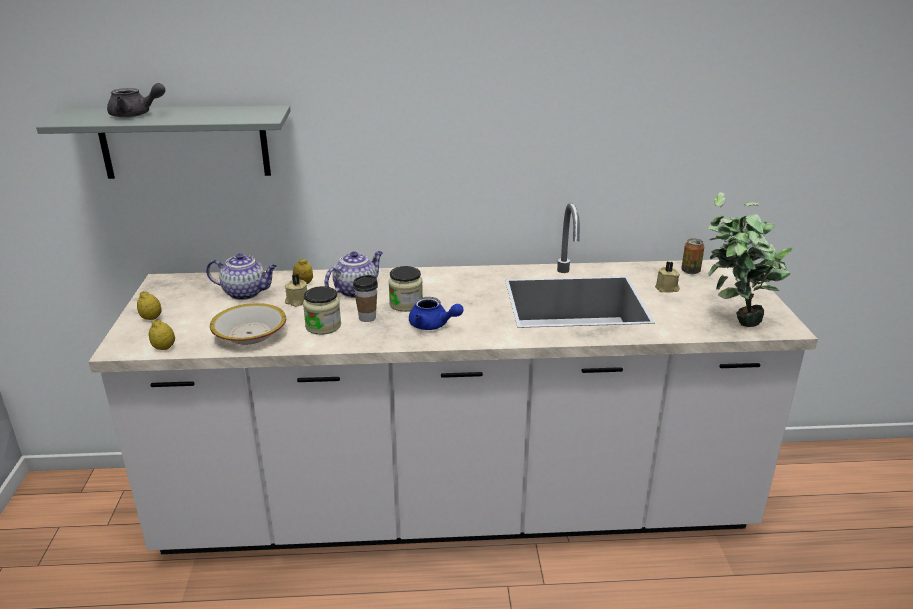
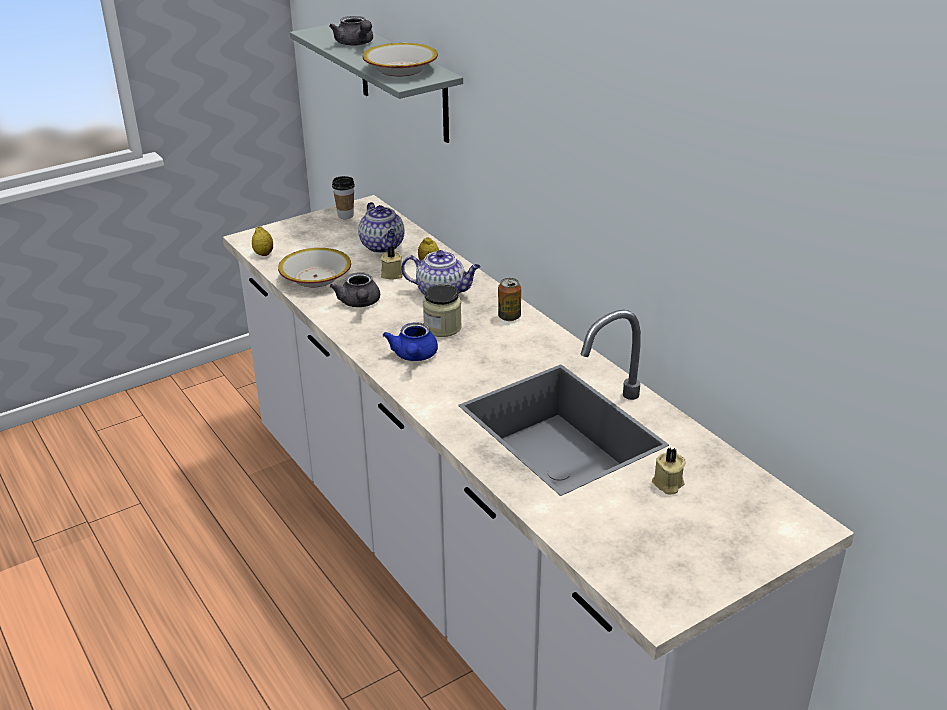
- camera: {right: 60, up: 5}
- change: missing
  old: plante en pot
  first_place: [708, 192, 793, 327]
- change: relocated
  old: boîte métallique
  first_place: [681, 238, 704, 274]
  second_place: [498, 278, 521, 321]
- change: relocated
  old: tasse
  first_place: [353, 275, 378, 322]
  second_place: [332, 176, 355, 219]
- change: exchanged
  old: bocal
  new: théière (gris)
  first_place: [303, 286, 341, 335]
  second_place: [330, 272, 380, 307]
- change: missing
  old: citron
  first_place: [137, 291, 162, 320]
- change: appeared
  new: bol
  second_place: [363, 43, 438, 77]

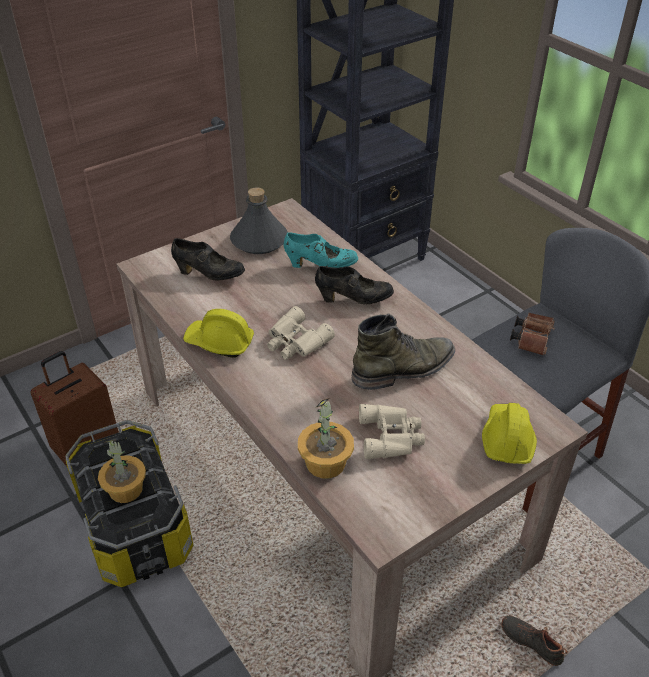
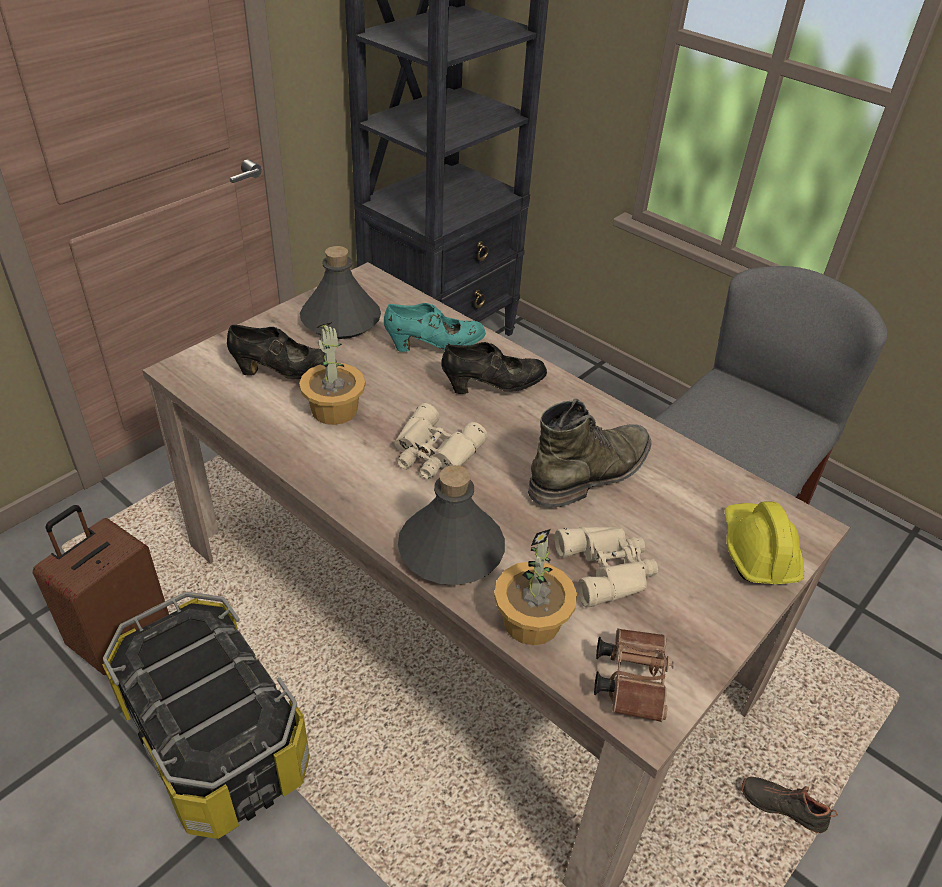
- camera: {right: -15, up: 0}
- change: missing
  old: casque de chantier (jaune)
  first_place: [183, 309, 254, 358]
- change: relocated
  old: jumelles (marron)
  first_place: [510, 313, 555, 355]
  second_place: [594, 628, 674, 722]
- change: relocated
  old: plante en pot
  first_place: [98, 439, 146, 503]
  second_place: [299, 322, 366, 425]
- change: appeared
  new: bouteille (gris)
  second_place: [398, 465, 505, 585]

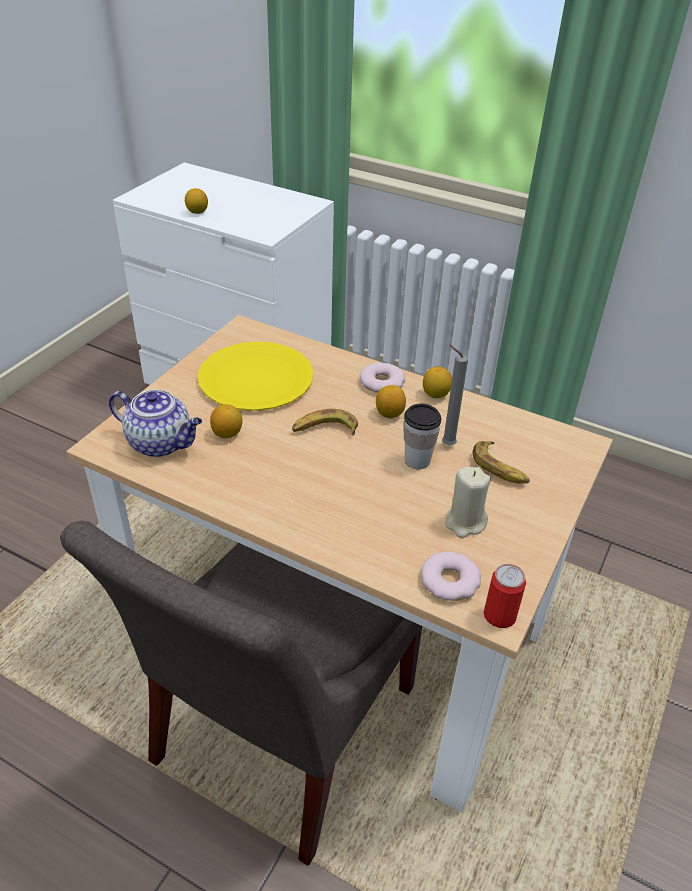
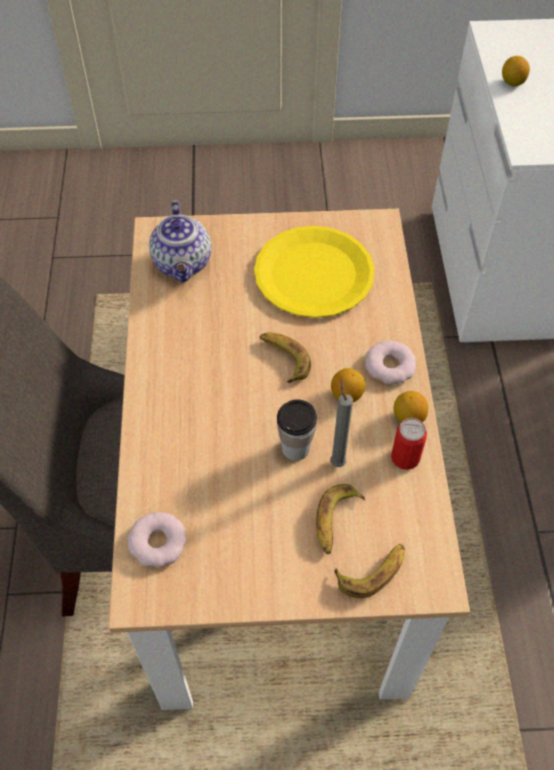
- camera: {right: 60, up: 15}
- change: missing
  old: citron
  first_place: [210, 404, 242, 438]
- change: missing
  old: bougie (beige)
  first_place: [445, 467, 491, 538]
- change: relocated
  old: boîte métallique
  first_place: [484, 564, 526, 628]
  second_place: [391, 418, 427, 470]
- change: appeared
  new: banane
  second_place: [335, 544, 405, 598]

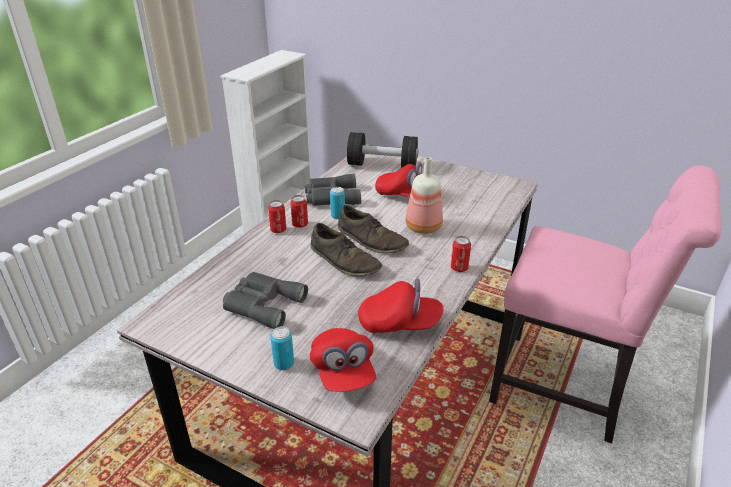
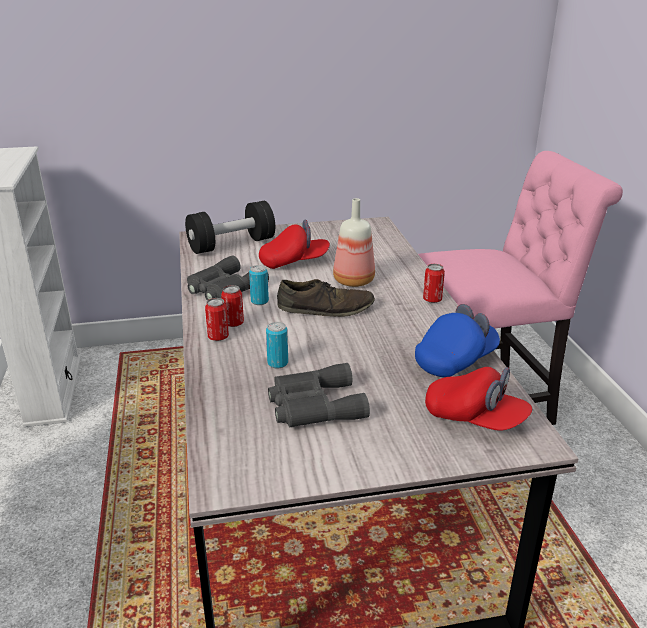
- camera: {right: -40, up: -5}
- change: missing
  old: chaussure (marron)
  first_place: [311, 223, 382, 276]
- change: colour
  old: casquette (rouge)
  new: casquette (bleu)
  first_place: [358, 278, 443, 333]
  second_place: [415, 304, 500, 378]
- change: relocated
  old: boîte métallique
  first_place: [270, 327, 294, 370]
  second_place: [266, 322, 288, 369]

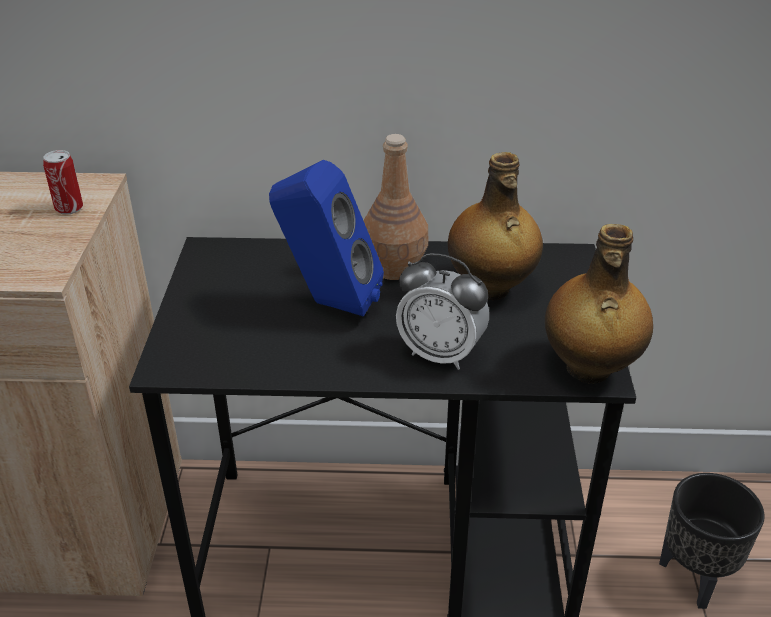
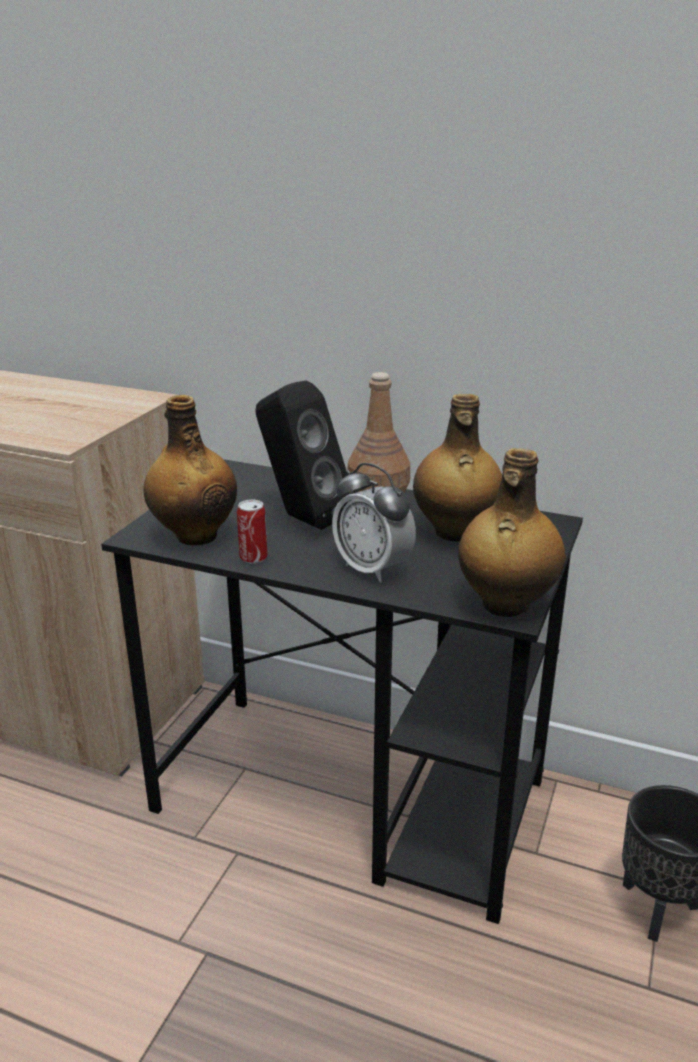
- camera: {right: 20, up: -10}
- change: relocated
  old: boîte métallique
  first_place: [43, 150, 83, 215]
  second_place: [237, 500, 268, 564]
- change: colour
  old: enceinte (bleu)
  new: enceinte (noir)
  first_place: [269, 160, 384, 317]
  second_place: [255, 380, 353, 530]
- change: appeared
  new: bouteille
  second_place: [143, 395, 237, 545]

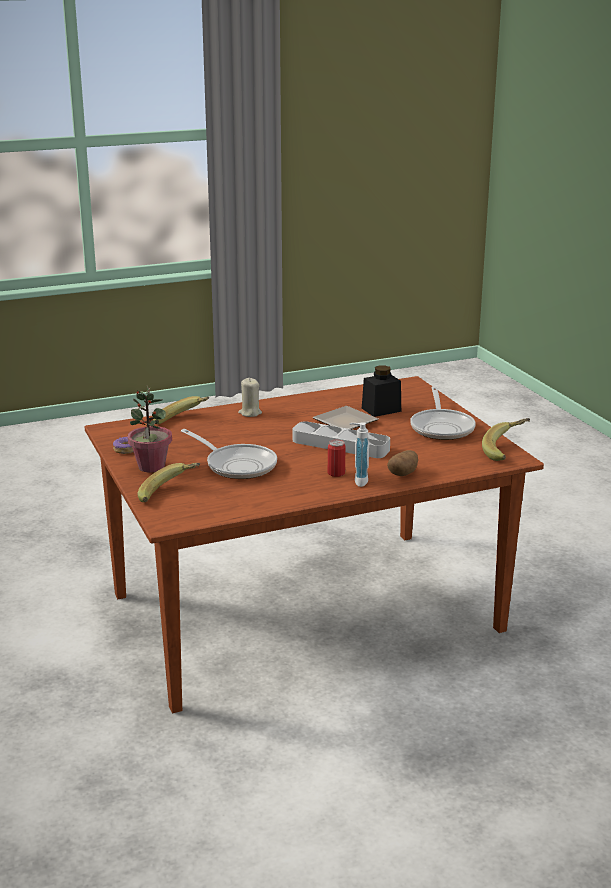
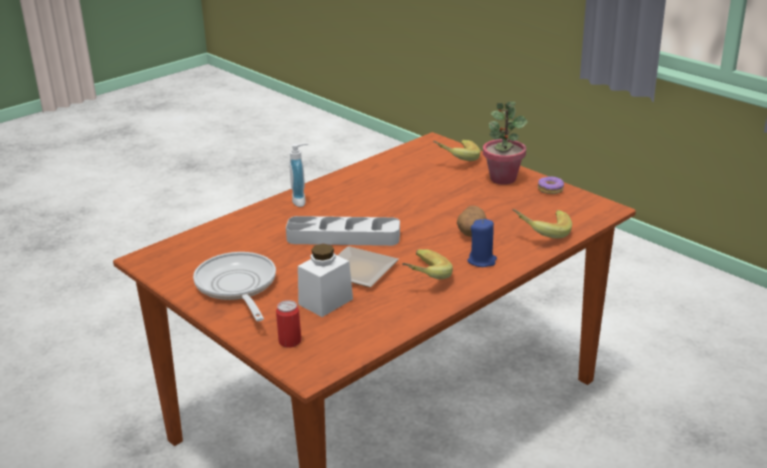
- camera: {right: 160, up: 5}
- change: colour
  old: bocal (noir)
  new: bocal (blanc)
  first_place: [362, 365, 401, 417]
  second_place: [298, 244, 353, 317]
- change: colour
  old: bougie (beige)
  new: bougie (bleu)
  first_place: [238, 378, 262, 417]
  second_place: [467, 219, 497, 267]
- change: relocated
  old: banane
  first_place: [482, 418, 530, 461]
  second_place: [402, 249, 453, 279]
- change: missing
  old: poêle
  first_place: [181, 429, 277, 479]
- change: relocated
  old: boîte métallique
  first_place: [328, 439, 346, 477]
  second_place: [276, 300, 301, 348]
- change: relocated
  old: pomme de terre
  first_place: [387, 450, 418, 476]
  second_place: [457, 206, 487, 237]

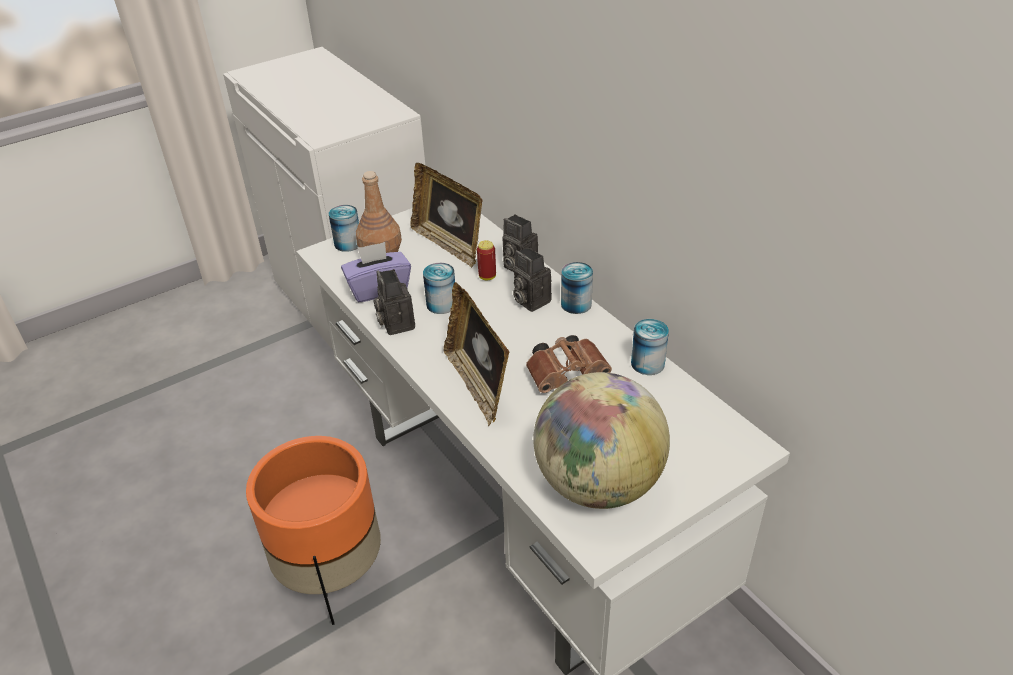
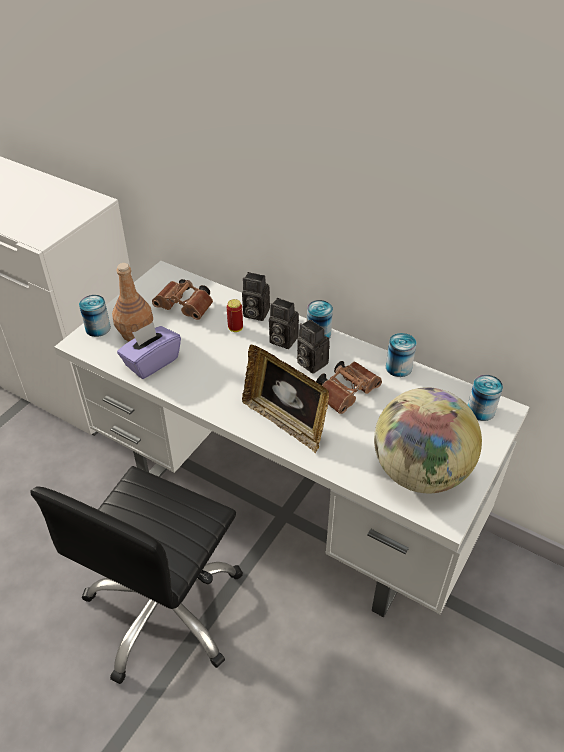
- camera: {right: -25, up: 5}
- change: exchanged
  old: cadre photo
  new: jumelles (marron)
  first_place: [411, 163, 482, 268]
  second_place: [152, 279, 213, 320]
- change: relocated
  old: boîte métallique
  first_place: [423, 263, 455, 314]
  second_place: [468, 375, 503, 421]
- change: relocated
  old: appareil photo
  first_place: [374, 269, 415, 335]
  second_place: [297, 319, 330, 374]
- change: exchanged
  old: cache-pot (orange)
  new: chaise de bureau (noir)
  first_place: [246, 436, 381, 625]
  second_place: [30, 466, 243, 684]

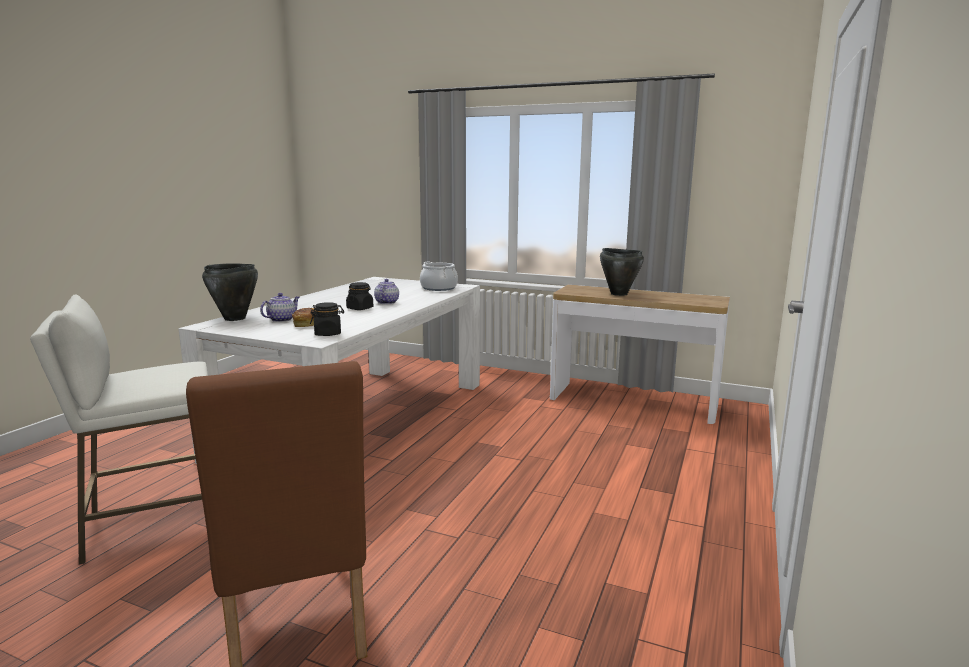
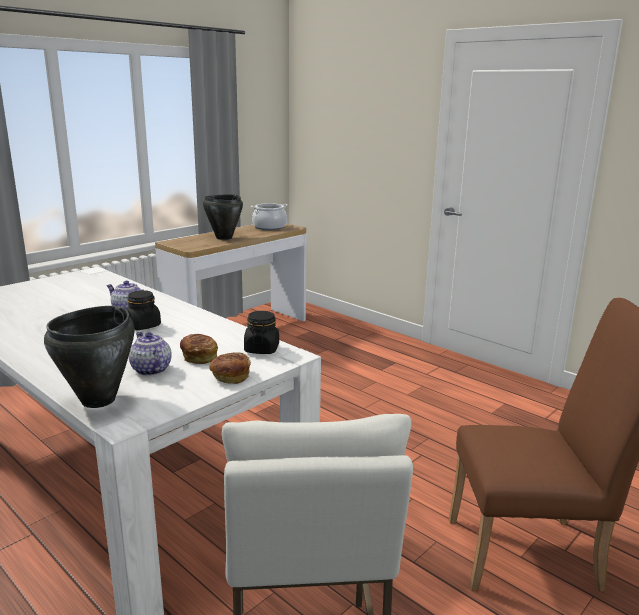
- camera: {right: -70, up: 5}
- change: relocated
  old: marmite
  first_place: [420, 262, 458, 291]
  second_place: [251, 203, 288, 230]
- change: appeared
  new: pain
  second_place: [209, 352, 251, 384]

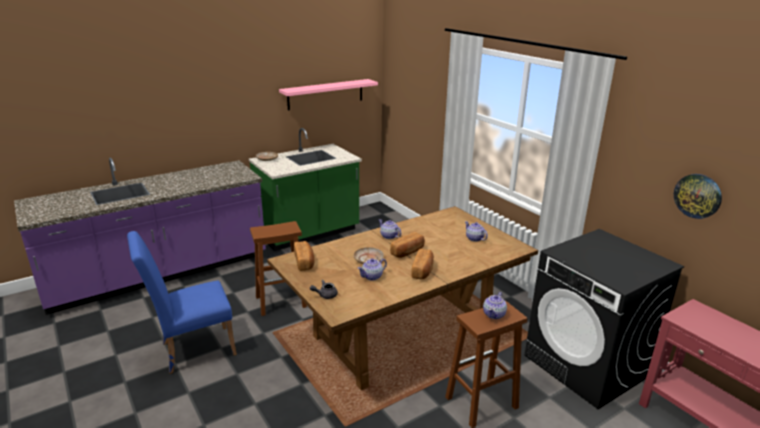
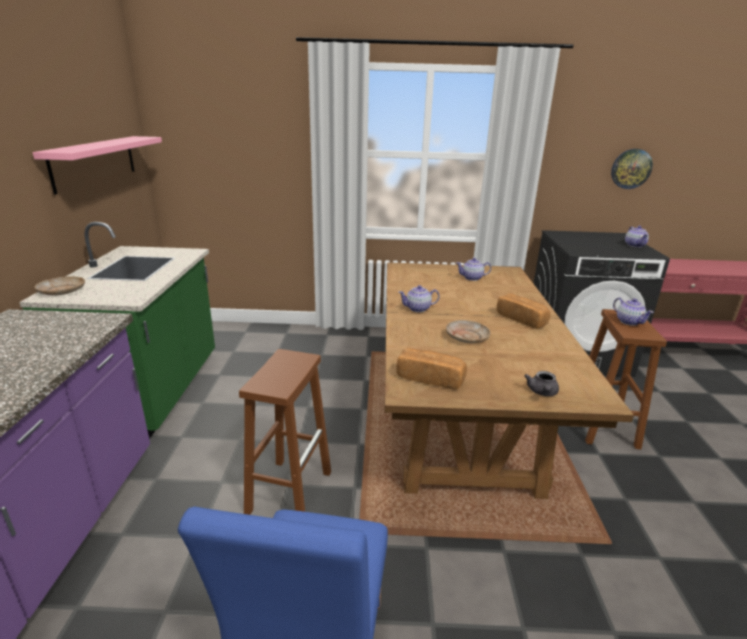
- camera: {right: -55, up: 0}
- change: missing
  old: pain
  first_place: [390, 232, 425, 258]
- change: relocated
  old: théière
  first_place: [357, 258, 387, 281]
  second_place: [625, 226, 649, 248]

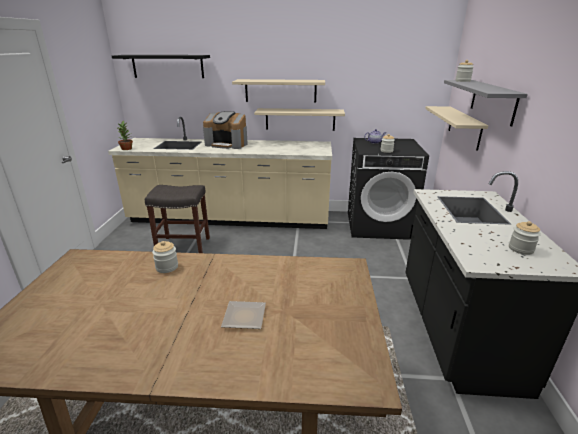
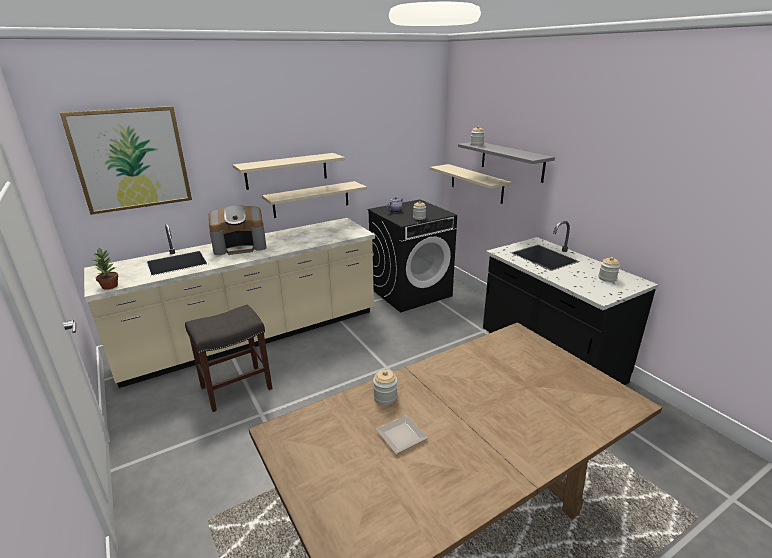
- camera: {right: -35, up: 0}
- change: exchanged
  old: étagère (noir)
  new: tableau
  first_place: [112, 55, 210, 78]
  second_place: [60, 106, 192, 215]
- change: relocated
  old: assiette
  first_place: [221, 301, 266, 329]
  second_place: [376, 415, 428, 454]

